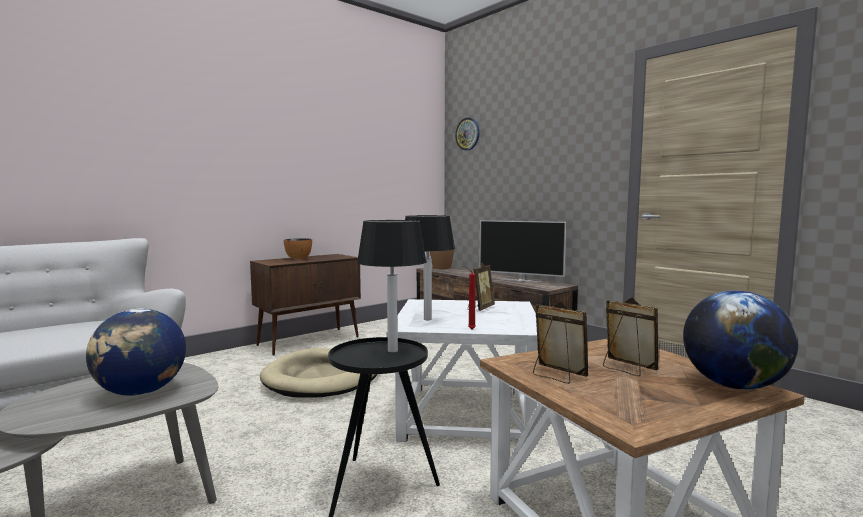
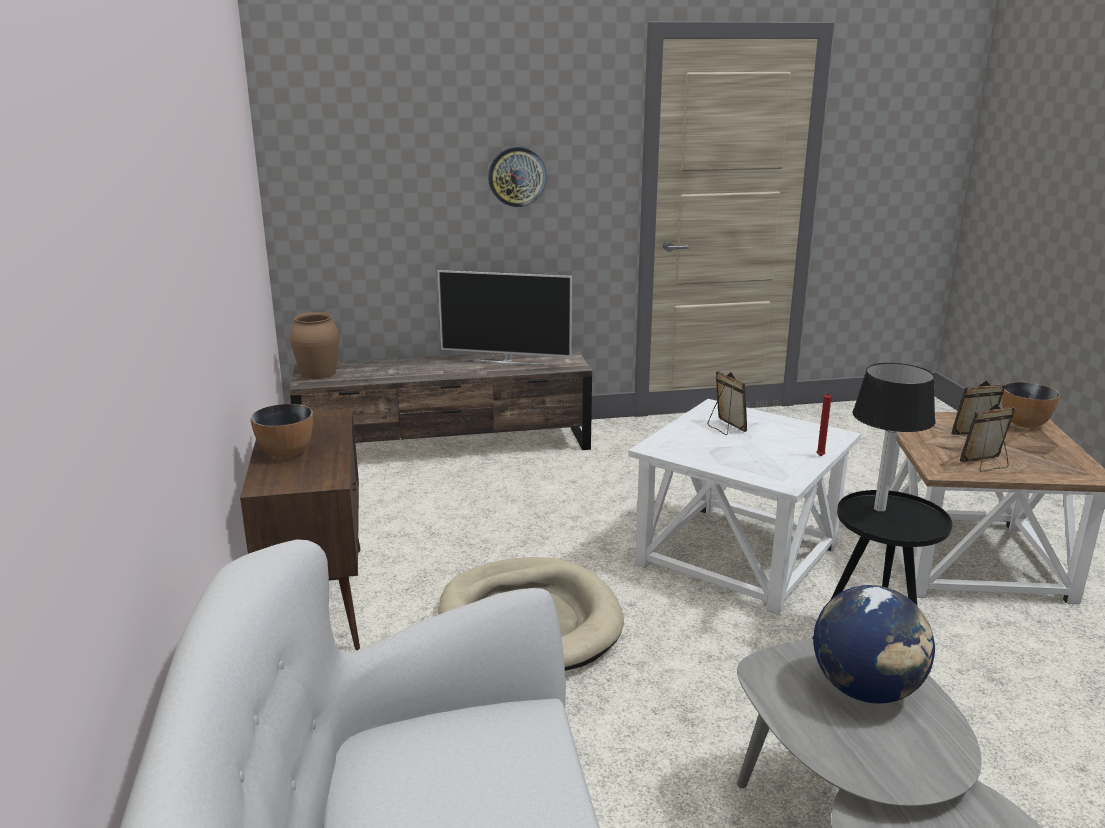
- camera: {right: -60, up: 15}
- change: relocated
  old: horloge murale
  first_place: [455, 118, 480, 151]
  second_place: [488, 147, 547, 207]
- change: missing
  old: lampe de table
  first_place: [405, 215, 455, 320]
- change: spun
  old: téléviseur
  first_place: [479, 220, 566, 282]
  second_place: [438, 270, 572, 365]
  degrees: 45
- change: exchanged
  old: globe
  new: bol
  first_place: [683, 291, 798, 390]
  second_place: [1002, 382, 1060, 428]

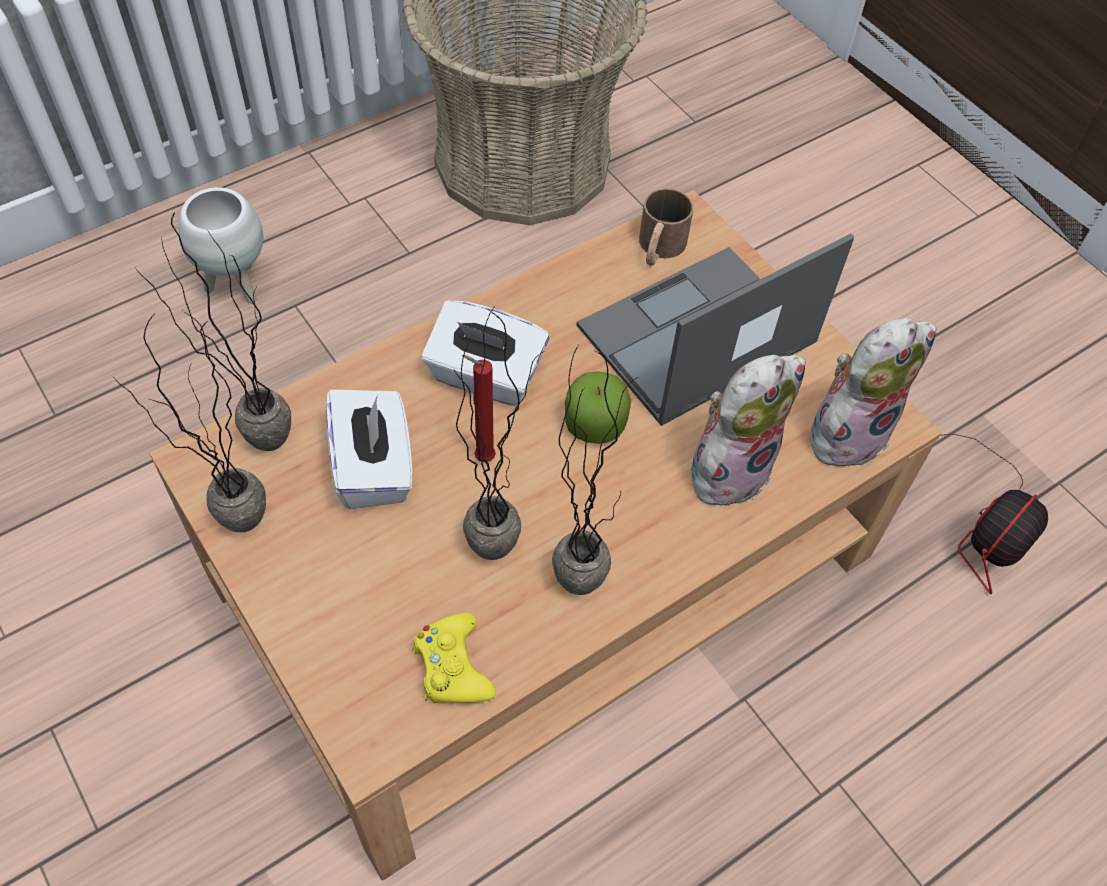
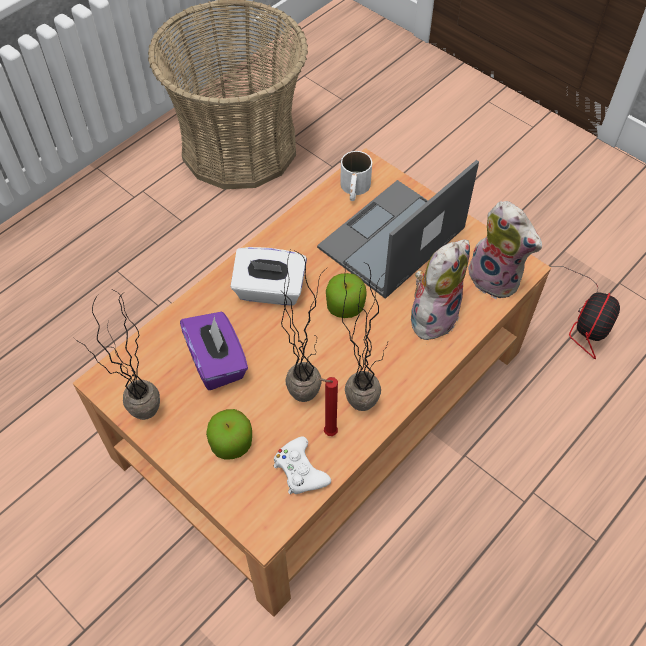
- camera: {right: -10, up: 0}
- change: missing
  old: cache-pot (blanc)
  first_place: [178, 187, 263, 303]
- change: colour
  old: mug (marron)
  new: mug (blanc)
  first_place: [639, 188, 693, 266]
  second_place: [340, 151, 372, 201]
- change: missing
  old: plante en pot
  first_place: [136, 212, 291, 451]
- change: spun
  old: peluche
  first_place: [810, 318, 937, 473]
  second_place: [468, 201, 542, 299]
  degrees: 90
- change: relocated
  old: bougie (rouge)
  first_place: [462, 355, 496, 462]
  second_place: [319, 377, 338, 436]
- change: colour
  old: boîte à mouchoirs (blanc)
  new: boîte à mouchoirs (violet)
  first_place: [326, 390, 412, 509]
  second_place: [180, 312, 248, 390]
- change: colour
  old: manette (jaune)
  new: manette (blanc)
  first_place: [413, 613, 496, 703]
  second_place: [273, 436, 331, 494]
- change: appeared
  new: pomme
  second_place: [206, 409, 252, 460]

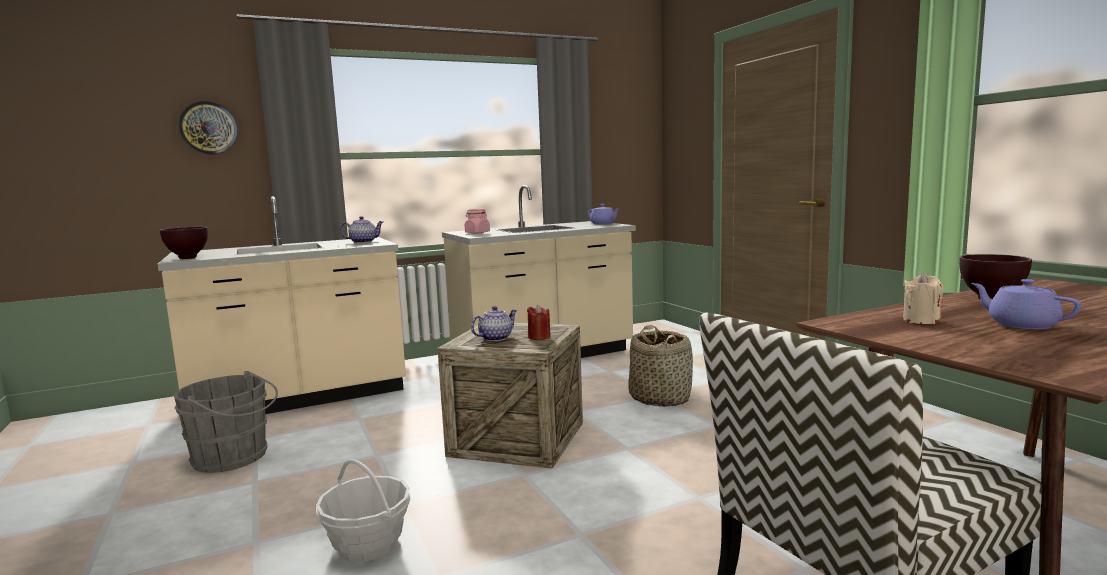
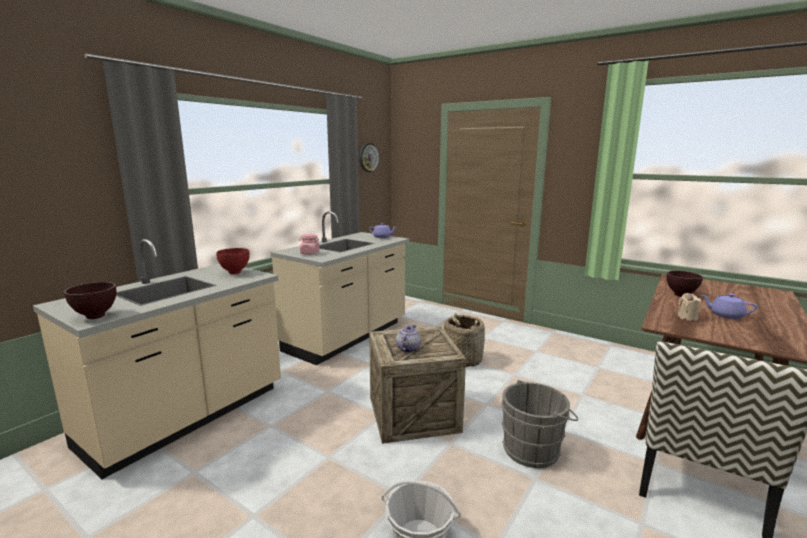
- camera: {right: -30, up: 5}
- change: relocated
  old: horloge murale
  first_place: [178, 101, 238, 155]
  second_place: [360, 143, 379, 172]
- change: exchanged
  old: théière
  new: bol (rouge)
  first_place: [339, 216, 383, 243]
  second_place: [216, 248, 250, 274]
- change: missing
  old: bougie (rouge)
  first_place: [527, 305, 551, 340]
- change: relocated
  old: seau (gris)
  first_place: [174, 371, 278, 473]
  second_place: [501, 380, 579, 468]

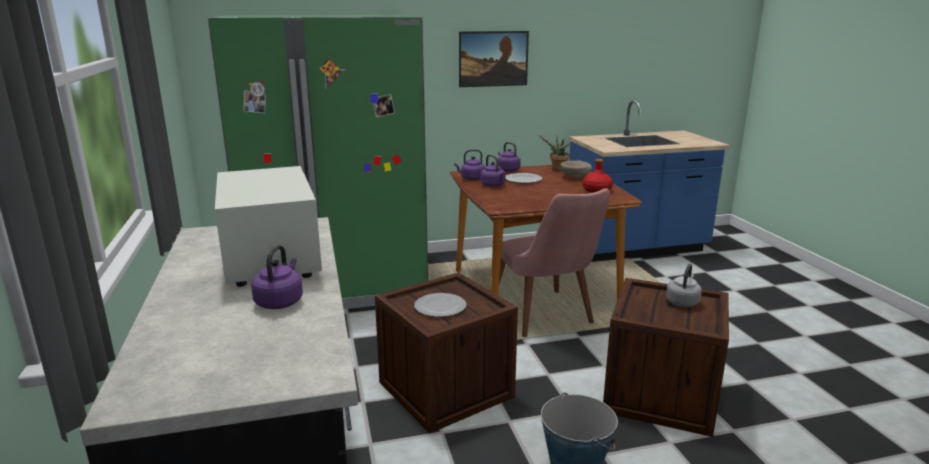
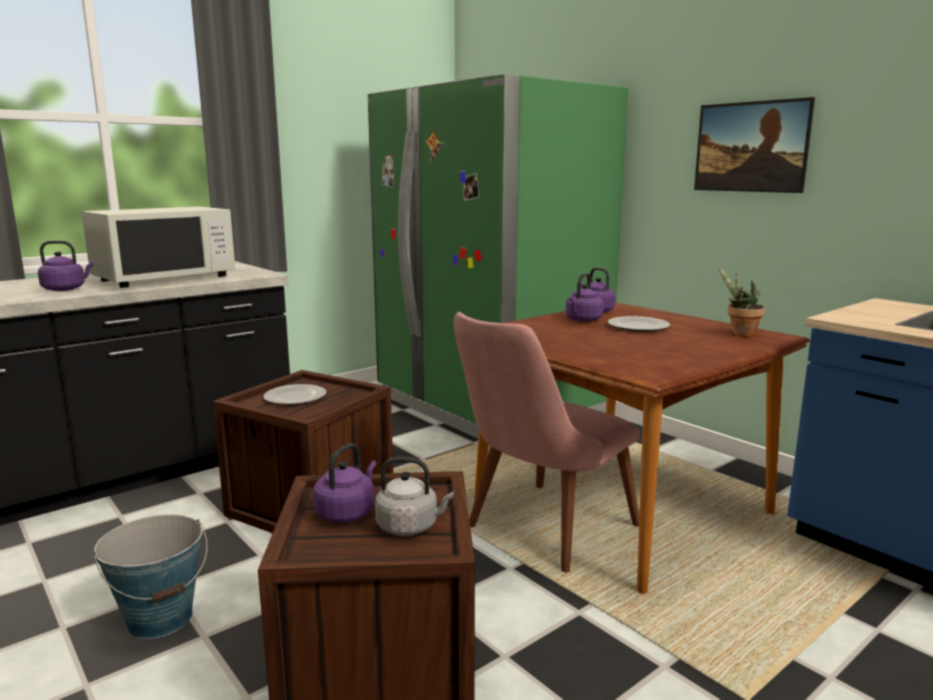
- camera: {right: 65, up: -5}
- change: relocated
  old: bouilloire (violet)
  first_place: [498, 142, 521, 172]
  second_place: [313, 443, 377, 523]
- change: missing
  old: bouteille (rouge)
  first_place: [583, 159, 613, 193]
- change: missing
  old: bol (beige)
  first_place: [560, 160, 592, 178]

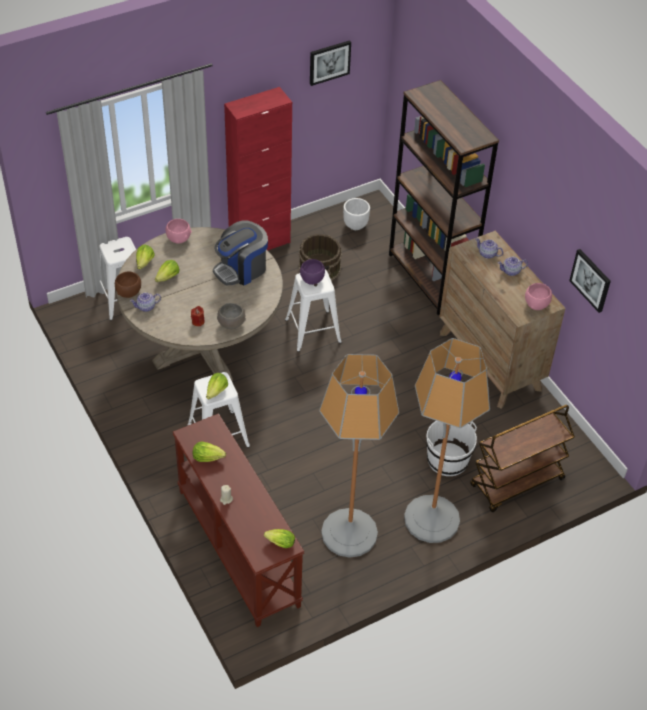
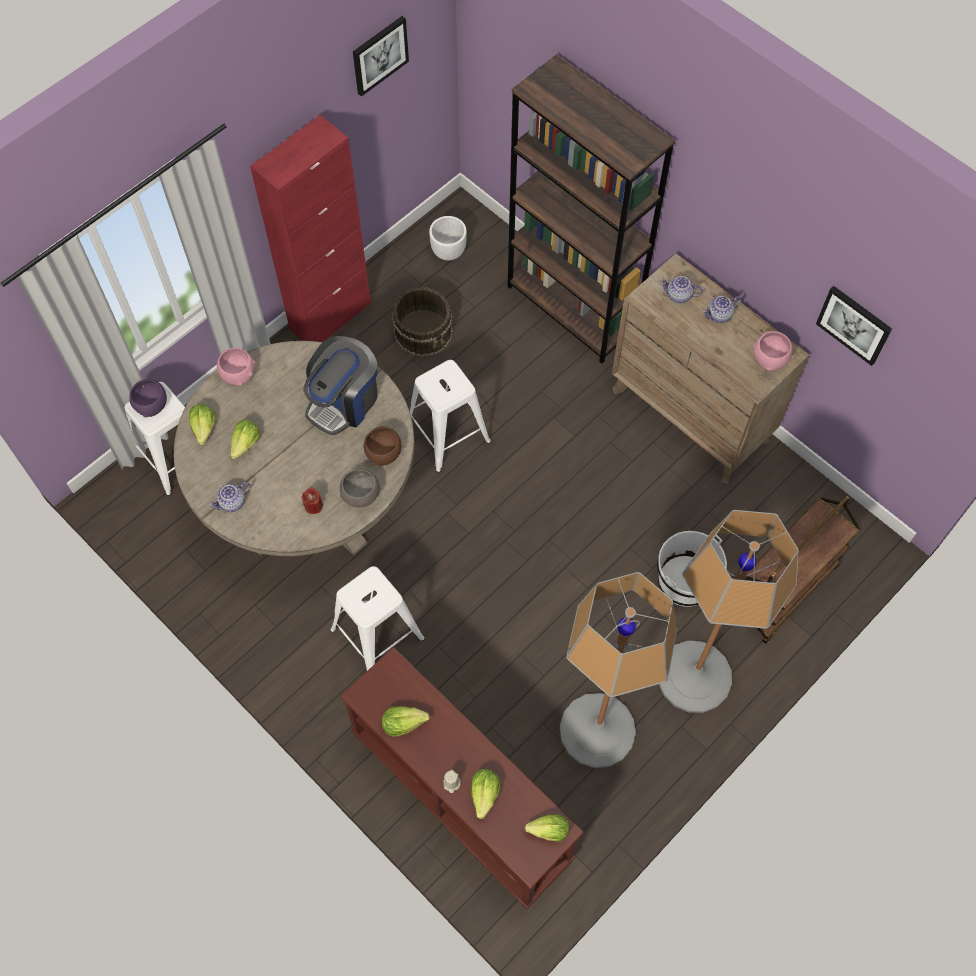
- camera: {right: -15, up: 15}
- change: relocated
  old: bol (violet)
  first_place: [300, 259, 325, 285]
  second_place: [129, 379, 167, 417]
- change: relocated
  old: bol (marron)
  first_place: [115, 271, 141, 298]
  second_place: [363, 426, 401, 466]
- change: relocated
  old: laitue
  first_place: [206, 373, 228, 399]
  second_place: [471, 769, 501, 819]

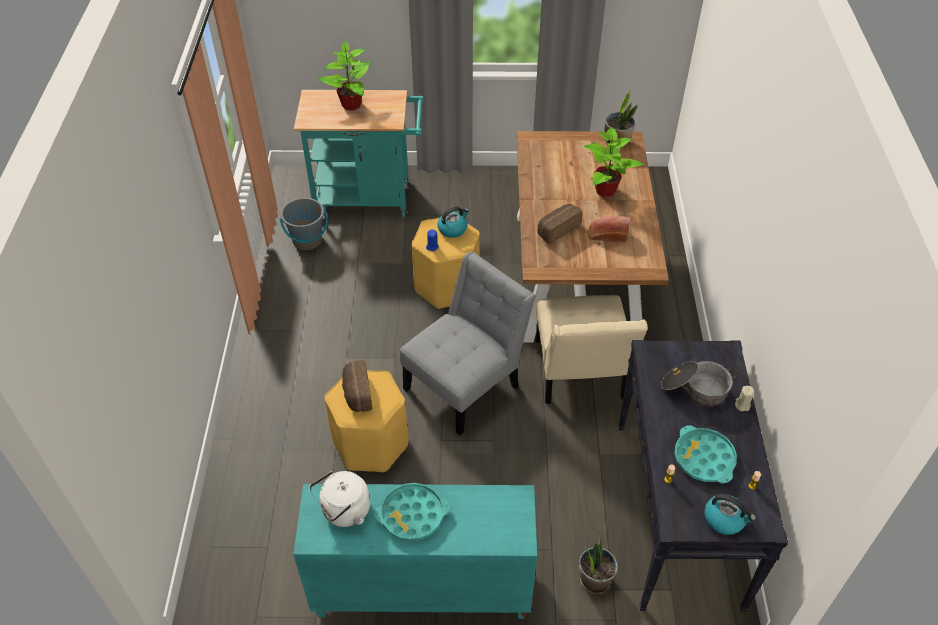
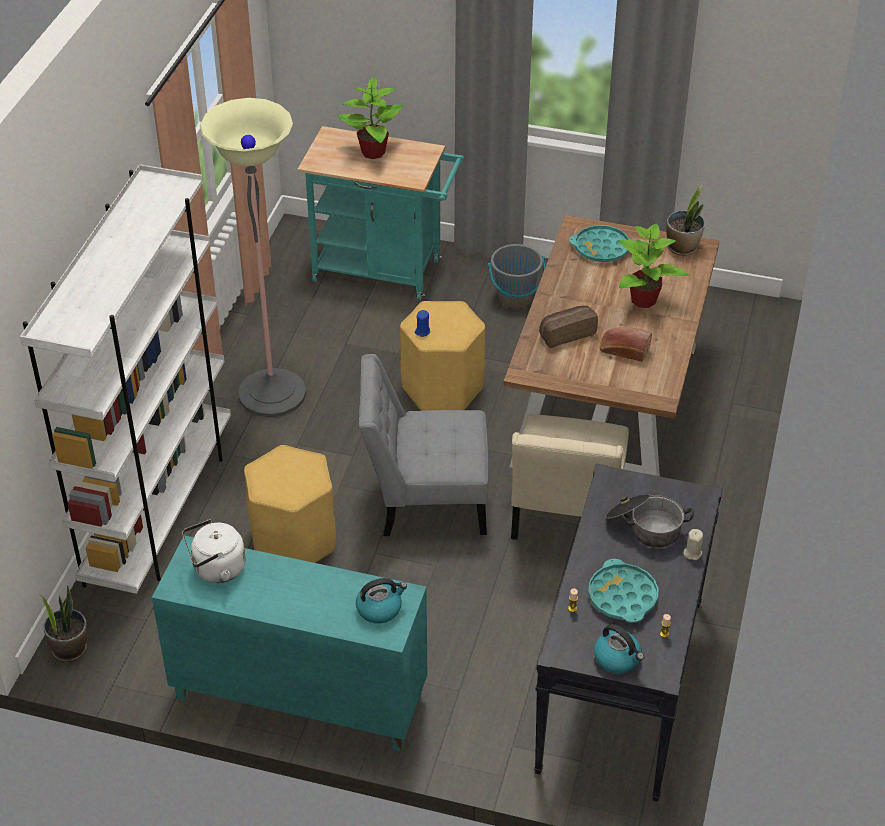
- camera: {right: 15, up: -5}
- change: relocated
  old: seau (gris)
  first_place: [279, 198, 328, 250]
  second_place: [488, 244, 546, 308]
- change: relocated
  old: bouilloire
  first_place: [437, 206, 469, 238]
  second_place: [356, 578, 407, 624]
- change: spun
  old: chaise (gris)
  first_place: [400, 251, 535, 435]
  second_place: [359, 354, 489, 536]
  degrees: -150
- change: missing
  old: pain
  first_place: [342, 360, 373, 412]
- change: relocated
  old: plateau (turquoise)
  first_place: [374, 483, 449, 541]
  second_place: [570, 225, 634, 262]
- change: relocated
  old: plante en pot
  first_place: [579, 531, 618, 594]
  second_place: [39, 585, 87, 662]
- change: appeared
  new: lampadaire
  second_place: [200, 98, 306, 417]
- change: appeared
  new: bibliothèque (blanc)
  second_place: [20, 164, 231, 594]

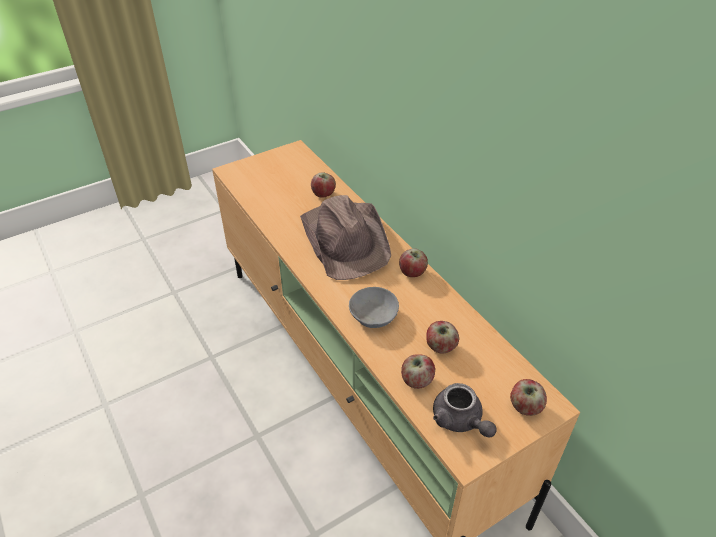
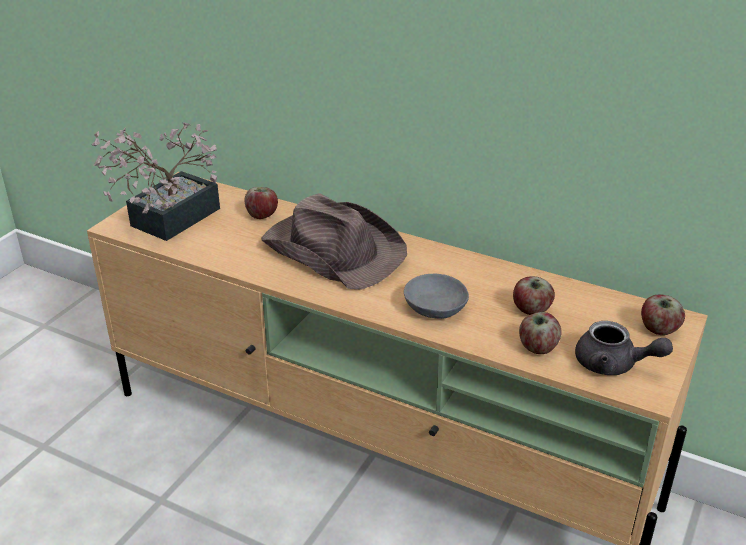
- camera: {right: -30, up: -10}
- change: missing
  old: pomme
  first_place: [399, 248, 428, 277]
- change: appeared
  new: plante en pot
  second_place: [92, 123, 220, 241]

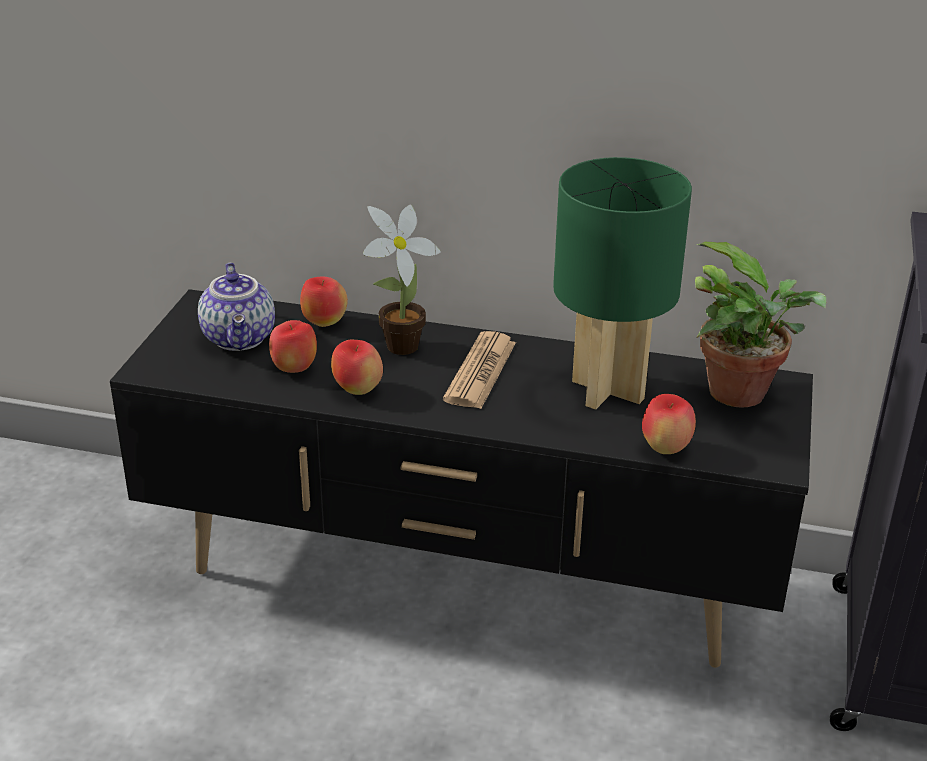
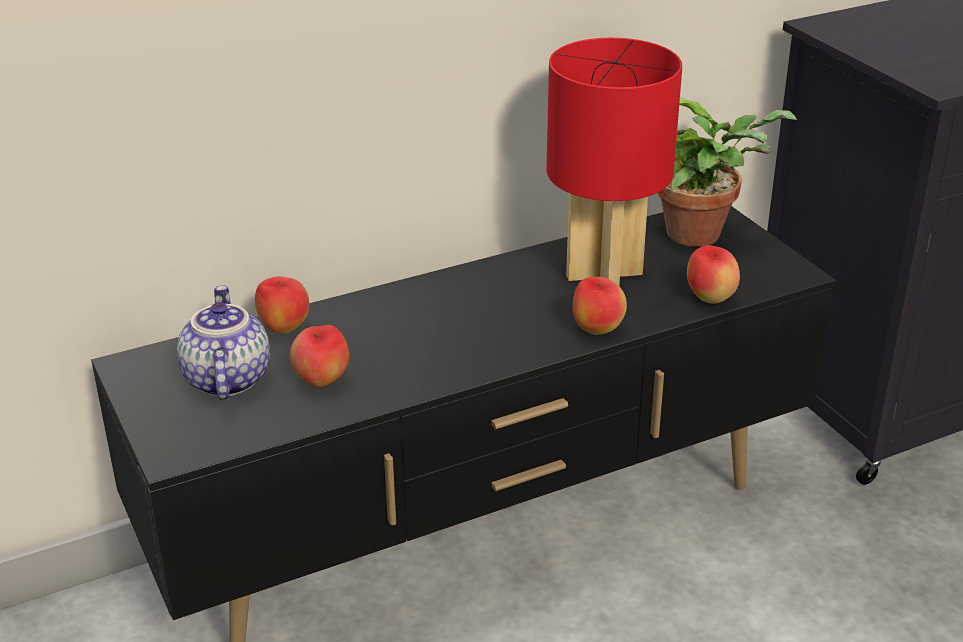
- camera: {right: -40, up: 0}
- change: colour
  old: lampe de table (vert)
  new: lampe de table (rouge)
  first_place: [553, 157, 692, 410]
  second_place: [546, 38, 682, 286]
- change: missing
  old: plante en pot
  first_place: [363, 205, 441, 355]
- change: spun
  old: théière
  first_place: [198, 263, 275, 351]
  second_place: [177, 285, 270, 400]
  degrees: -135
- change: missing
  old: journal
  first_place: [443, 331, 516, 409]
- change: relocated
  old: pomme
  first_place: [331, 340, 383, 395]
  second_place: [573, 277, 627, 335]

